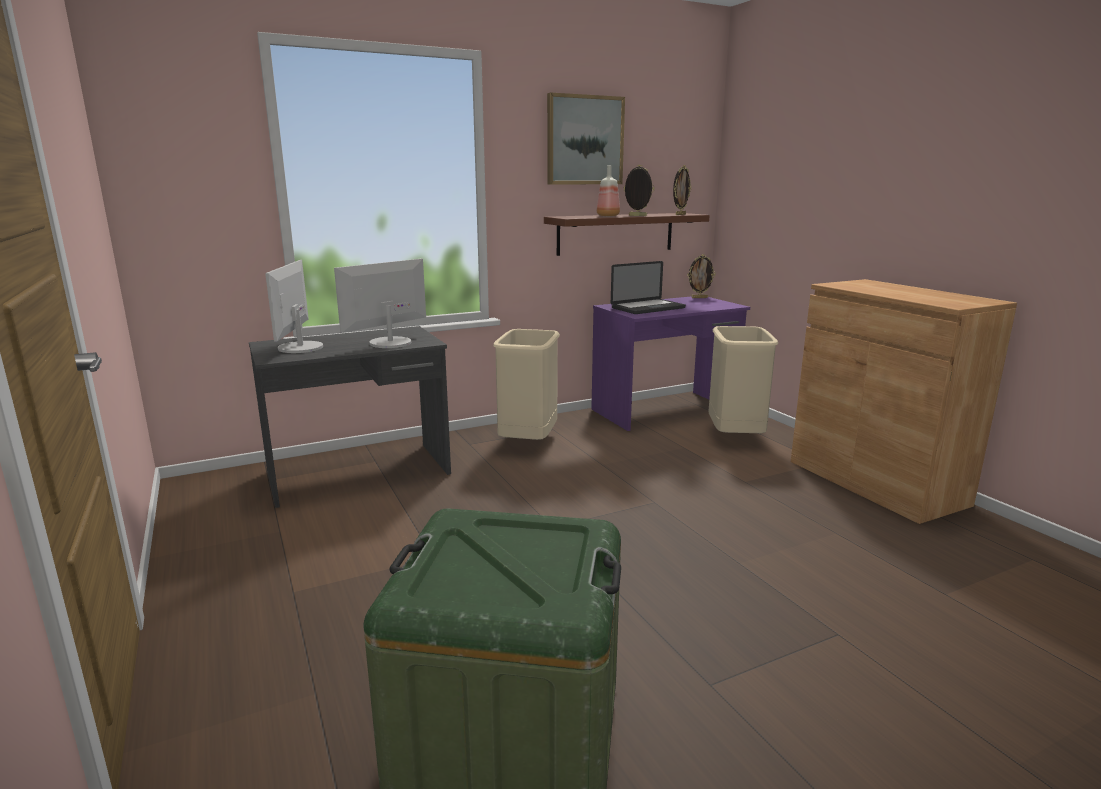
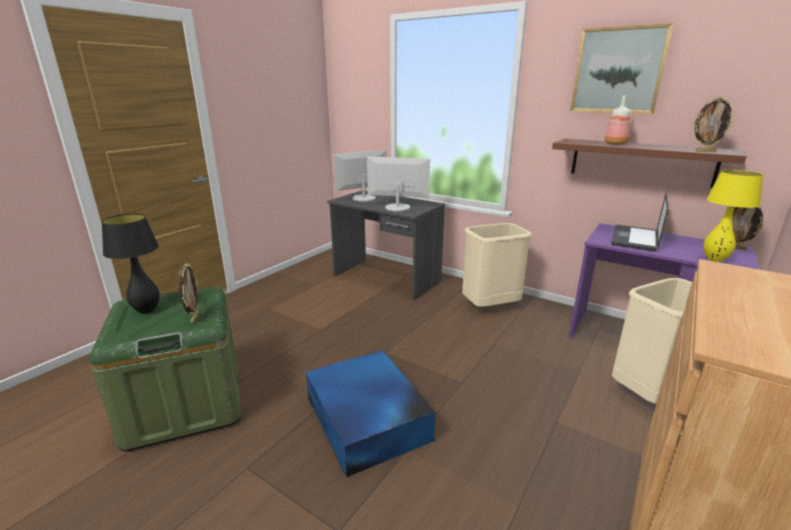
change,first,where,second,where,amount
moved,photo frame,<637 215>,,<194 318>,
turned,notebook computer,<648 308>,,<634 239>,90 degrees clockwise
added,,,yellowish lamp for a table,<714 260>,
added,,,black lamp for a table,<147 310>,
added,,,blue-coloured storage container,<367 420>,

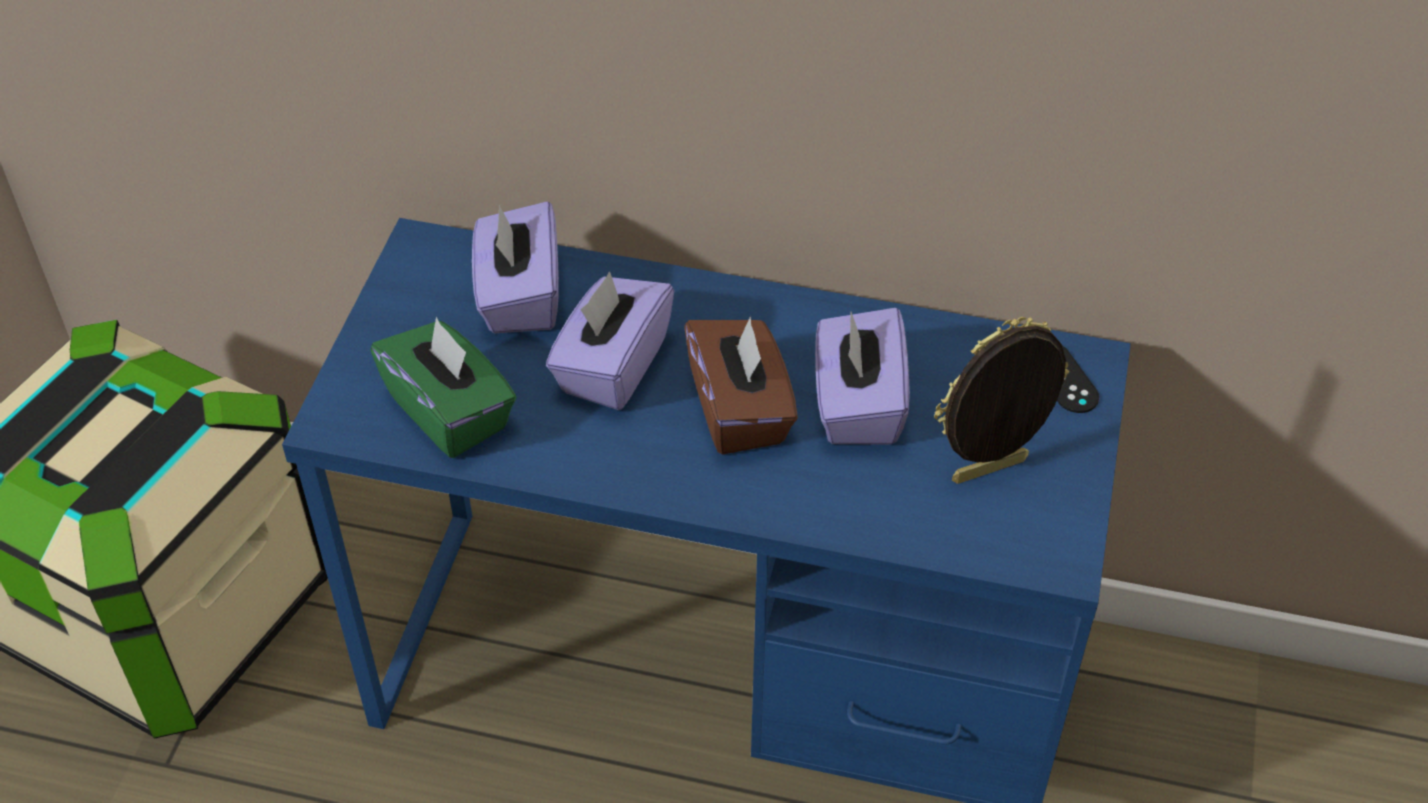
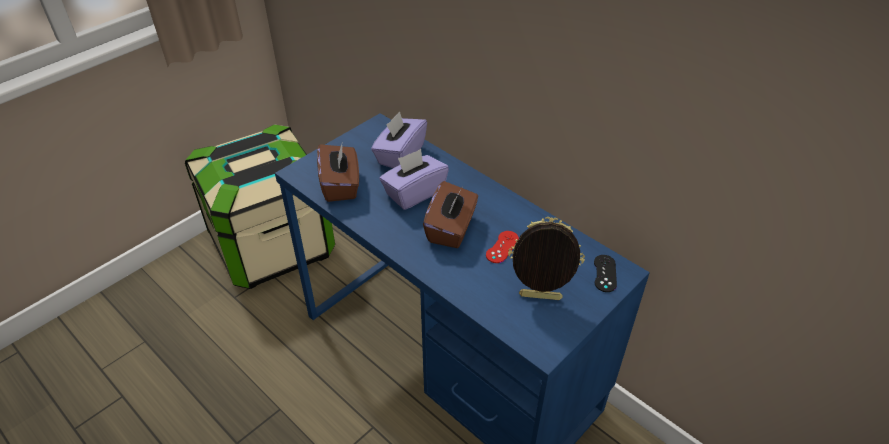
change,first,where,second,where,amount
replaced,purple box of tissues,<857 405>,red gamepad,<502 247>,
recoloured,green-coloured box of tissues,<450 412>,brown box of tissues,<341 185>,

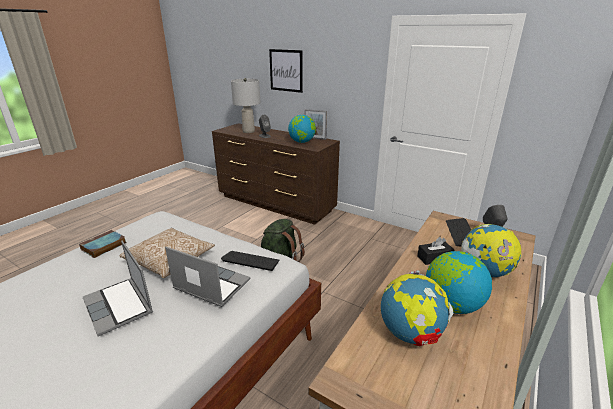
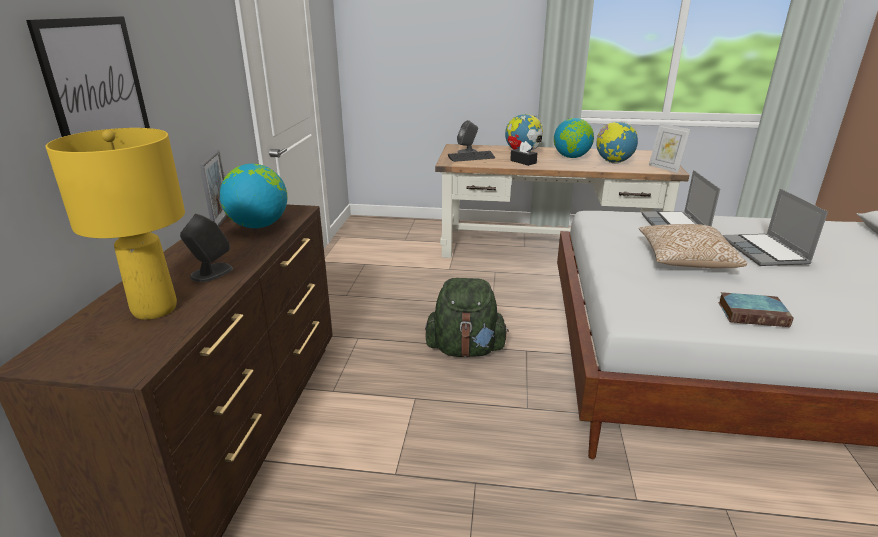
change,first,where,second,where,amount
recoloured,grey lamp for a table,<248 131>,yellowish lamp for a table,<155 309>,
turned,notebook computer,<119 306>,,<765 252>,150 degrees clockwise
removed,PC keyboard,<250 261>,,,
added,,,photo frame,<665 168>,

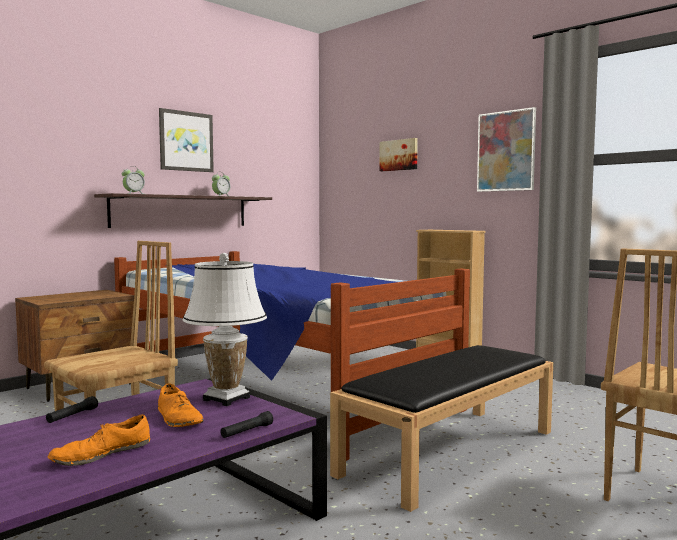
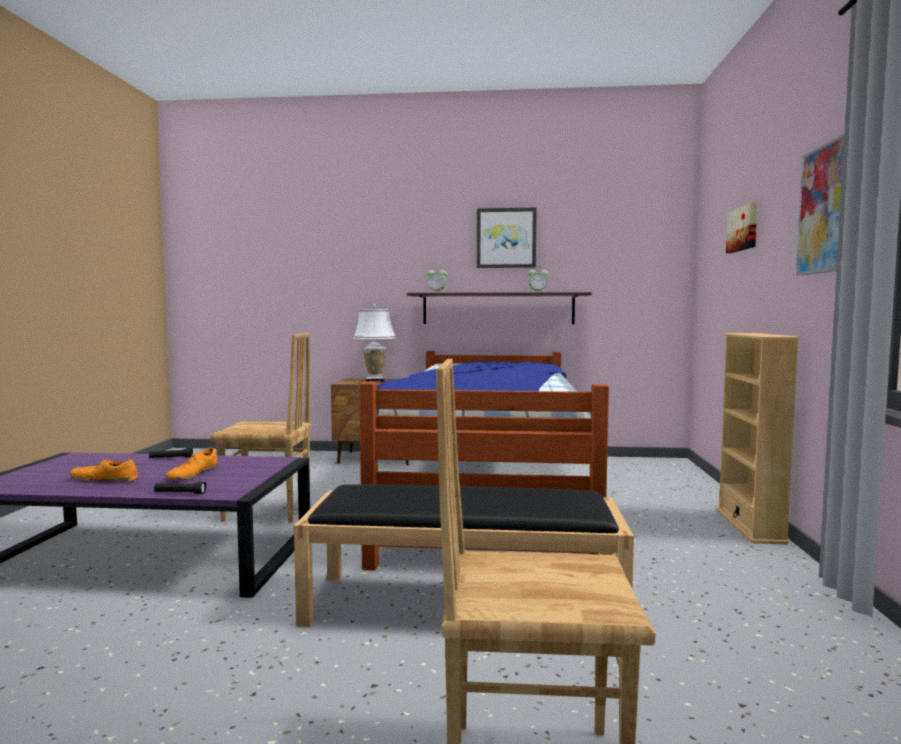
change,first,where,second,where,amount
moved,white lamp for a table,<226 399>,,<375 381>,

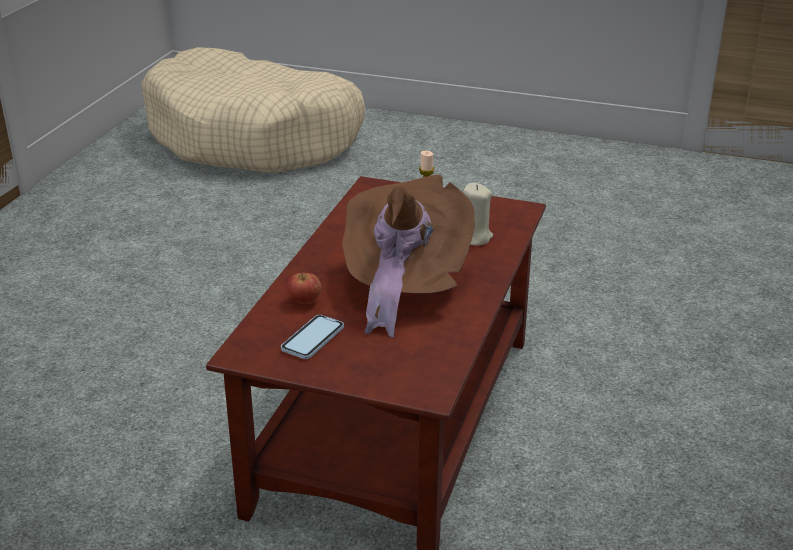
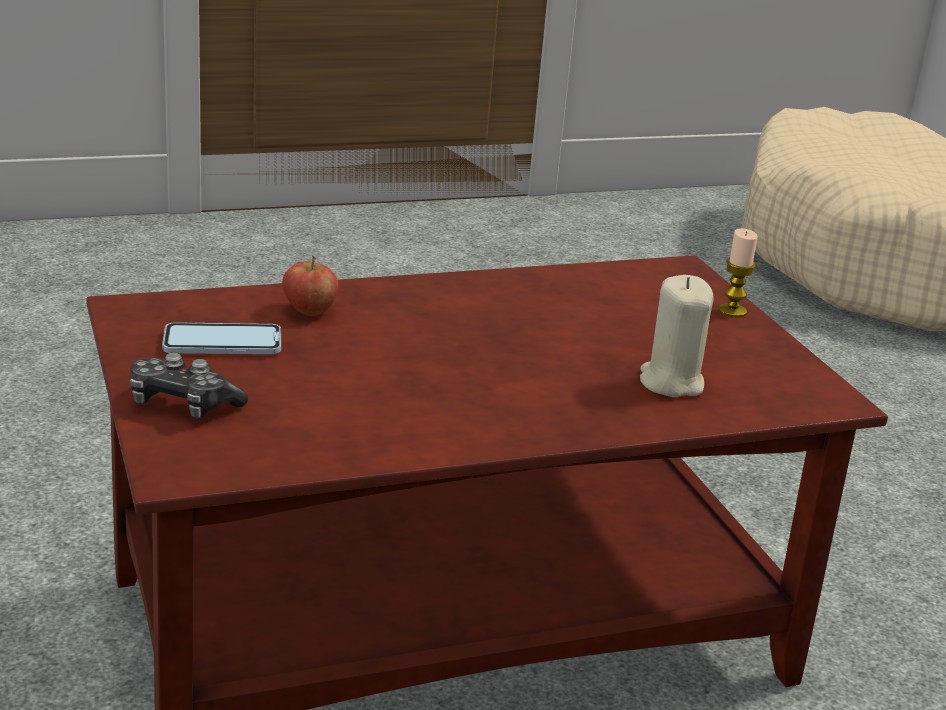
change,first,where,second,where,amount
removed,brown clothing hat,<403 285>,,,
added,,,gamepad,<182 404>,

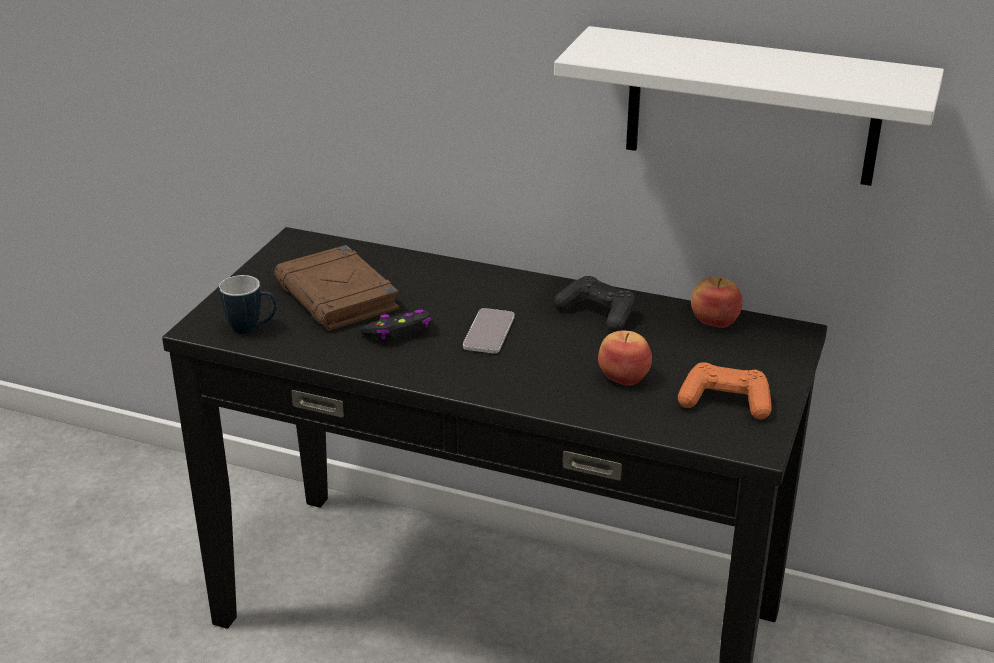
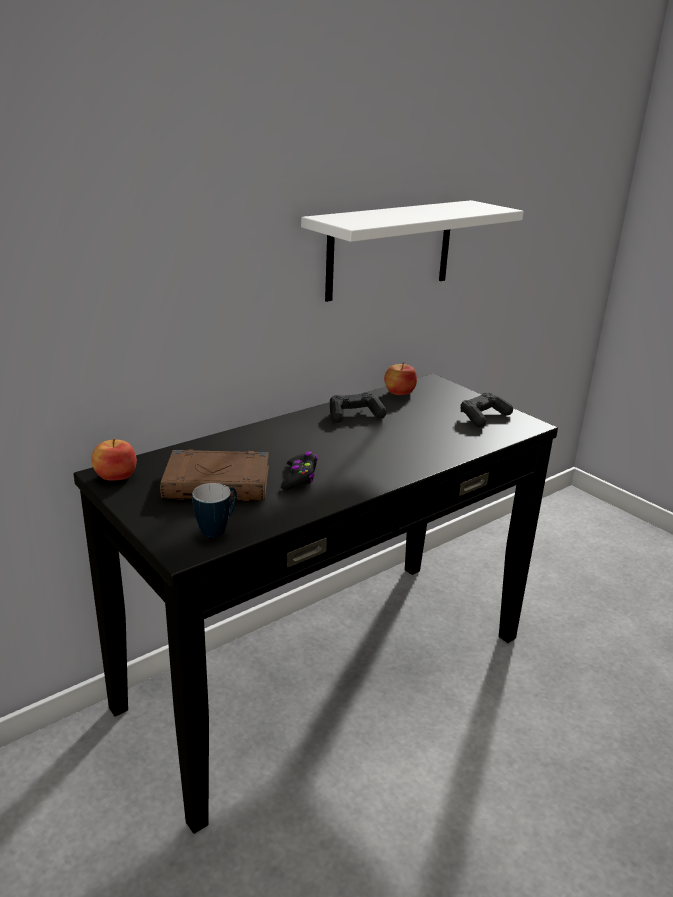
change,first,where,second,where,amount
removed,telephone,<489 332>,,,
moved,apple,<624 376>,,<115 476>,
recoloured,orangey gamepad,<725 402>,black gamepad,<483 417>,

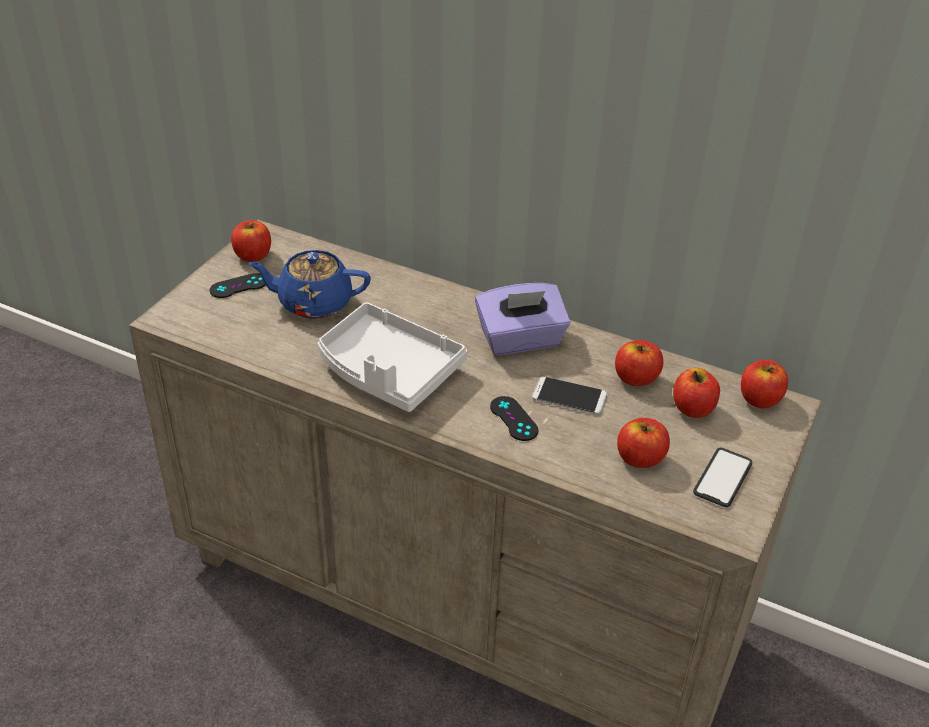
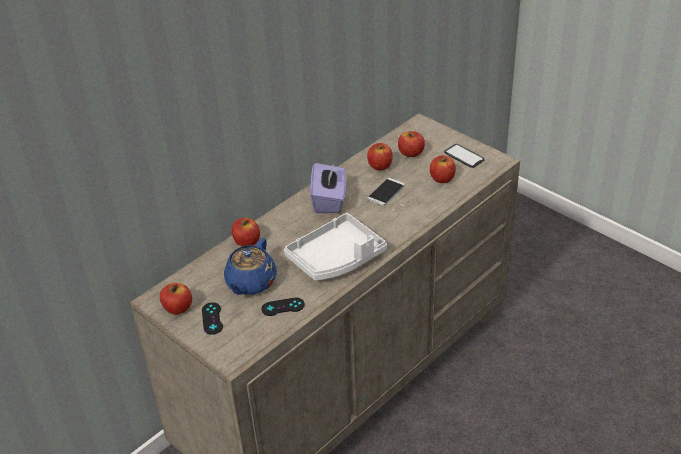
change,first,where,second,where,amount
moved,apple,<759 399>,,<247 242>,
moved,black gamepad,<513 419>,,<283 307>,

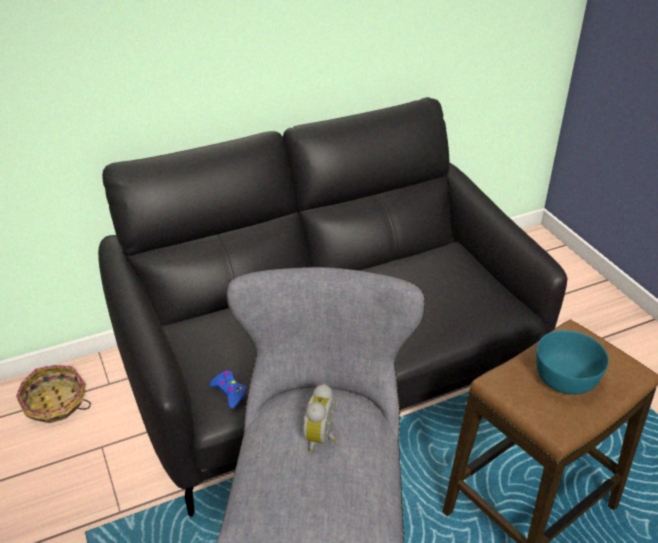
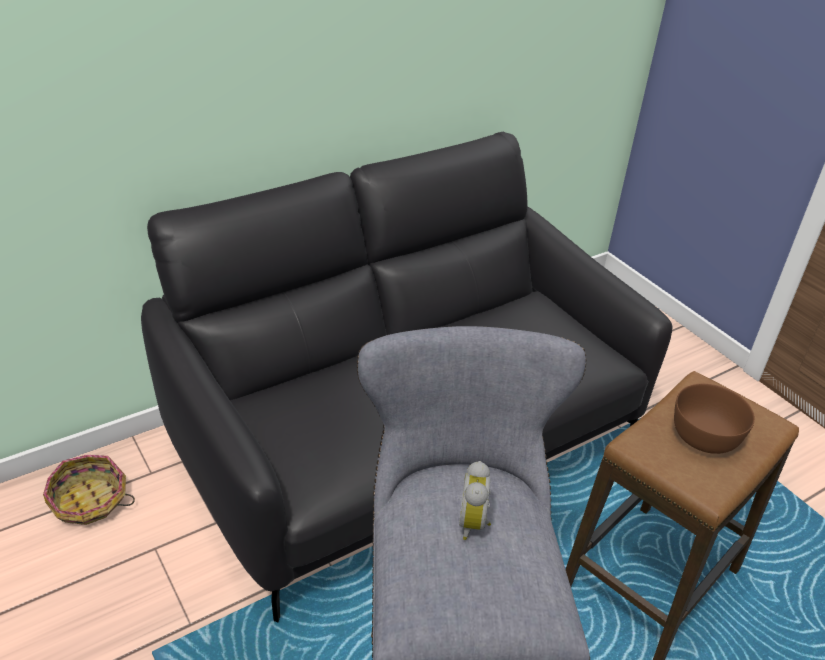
change,first,where,second,where,amount
recoloured,blue-green serving bowl,<566 378>,brown serving bowl,<705 436>,
removed,blue-coloured gamepad,<229 392>,,,

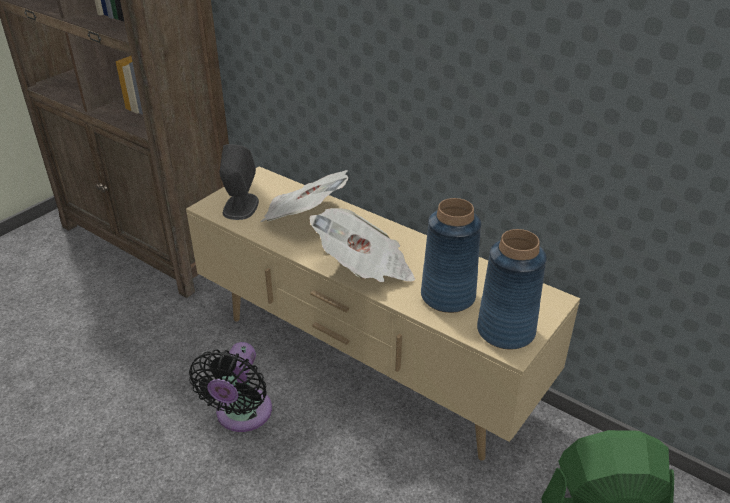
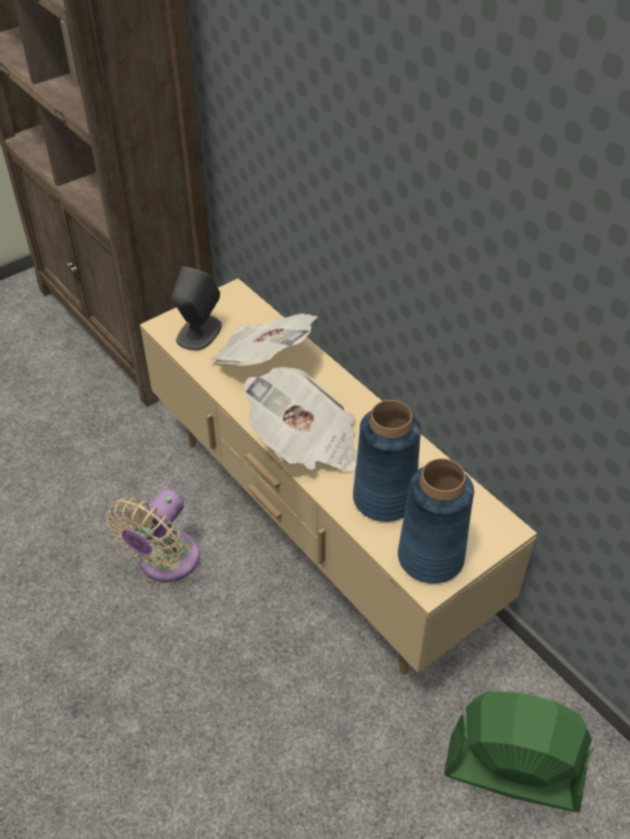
change,first,where,second,where,amount
recoloured,black cooling fan,<241 415>,beige-coloured cooling fan,<165 562>,

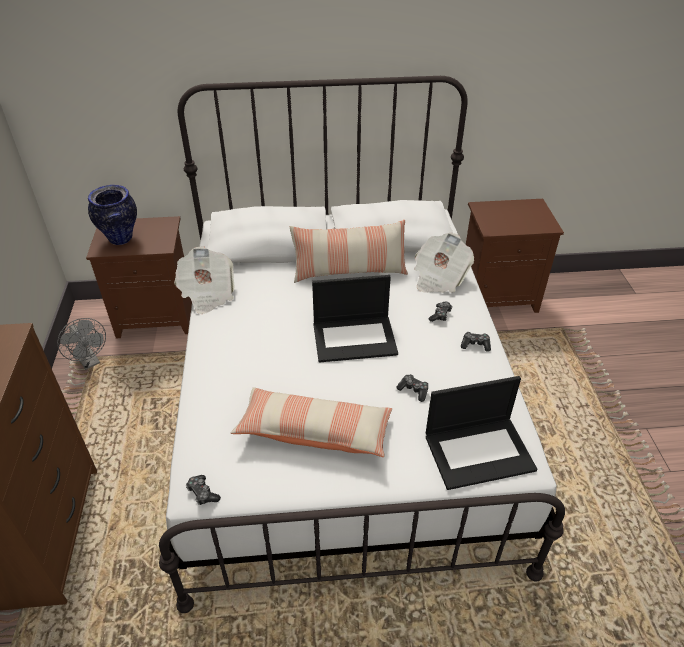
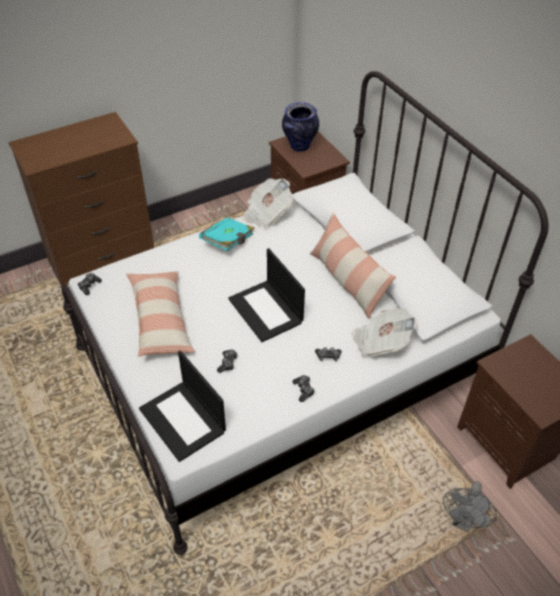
change,first,where,second,where,amount
moved,grey cooling fan,<90 362>,,<463 521>,
added,,,blue-green volume,<228 242>,

